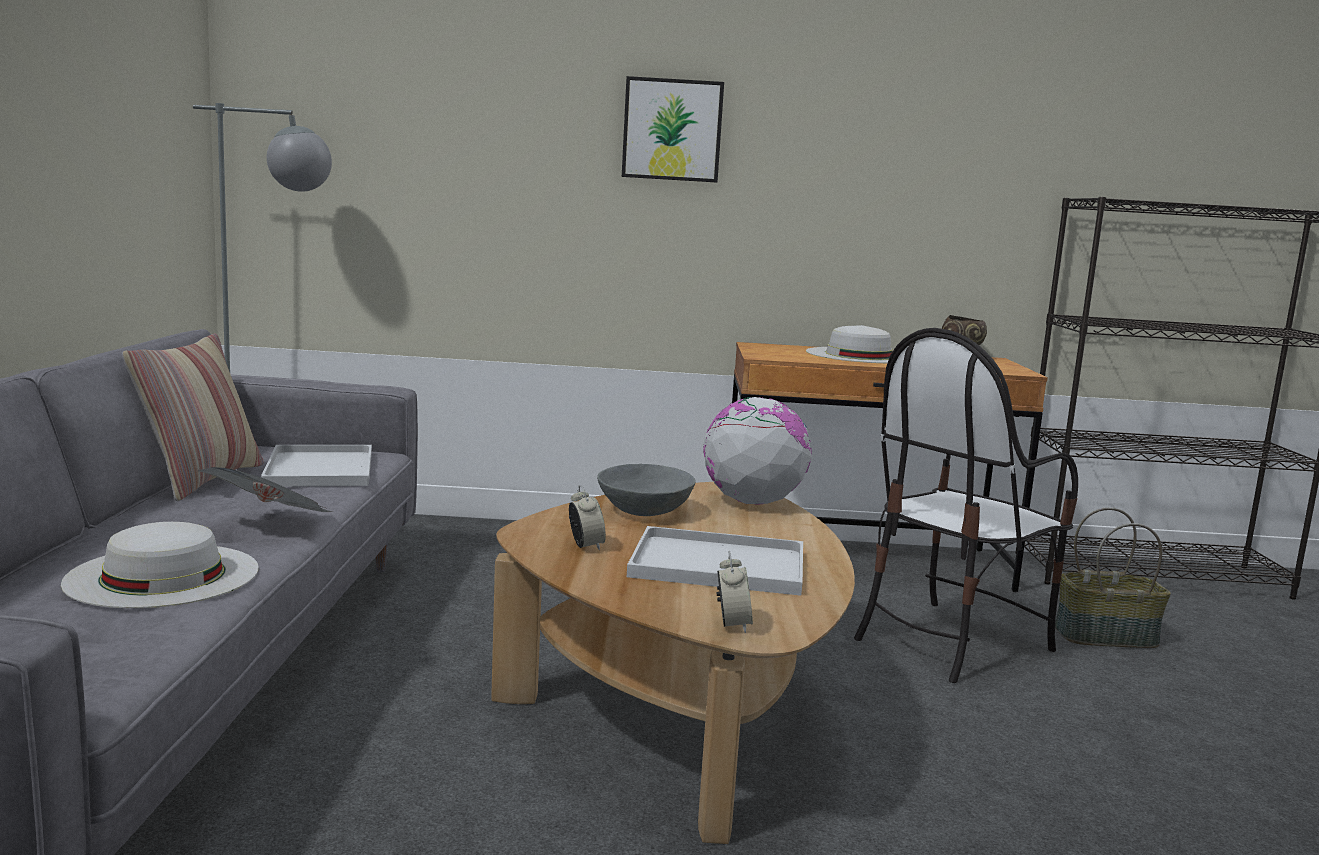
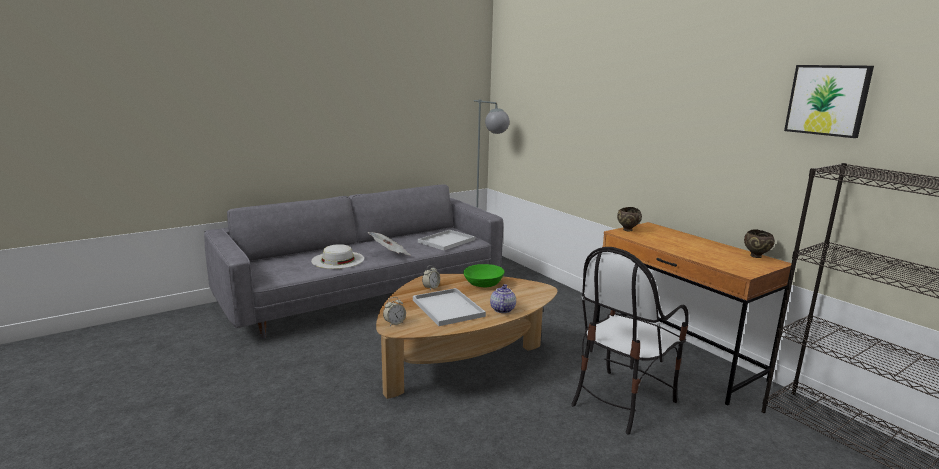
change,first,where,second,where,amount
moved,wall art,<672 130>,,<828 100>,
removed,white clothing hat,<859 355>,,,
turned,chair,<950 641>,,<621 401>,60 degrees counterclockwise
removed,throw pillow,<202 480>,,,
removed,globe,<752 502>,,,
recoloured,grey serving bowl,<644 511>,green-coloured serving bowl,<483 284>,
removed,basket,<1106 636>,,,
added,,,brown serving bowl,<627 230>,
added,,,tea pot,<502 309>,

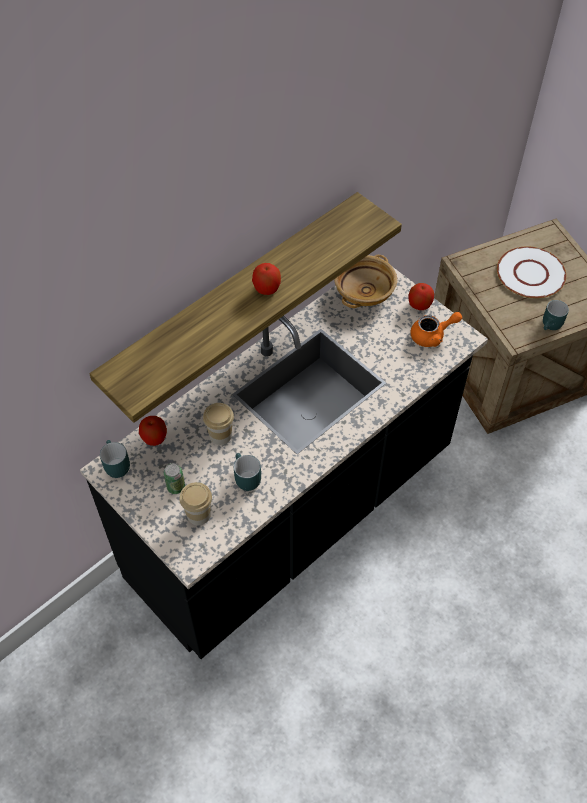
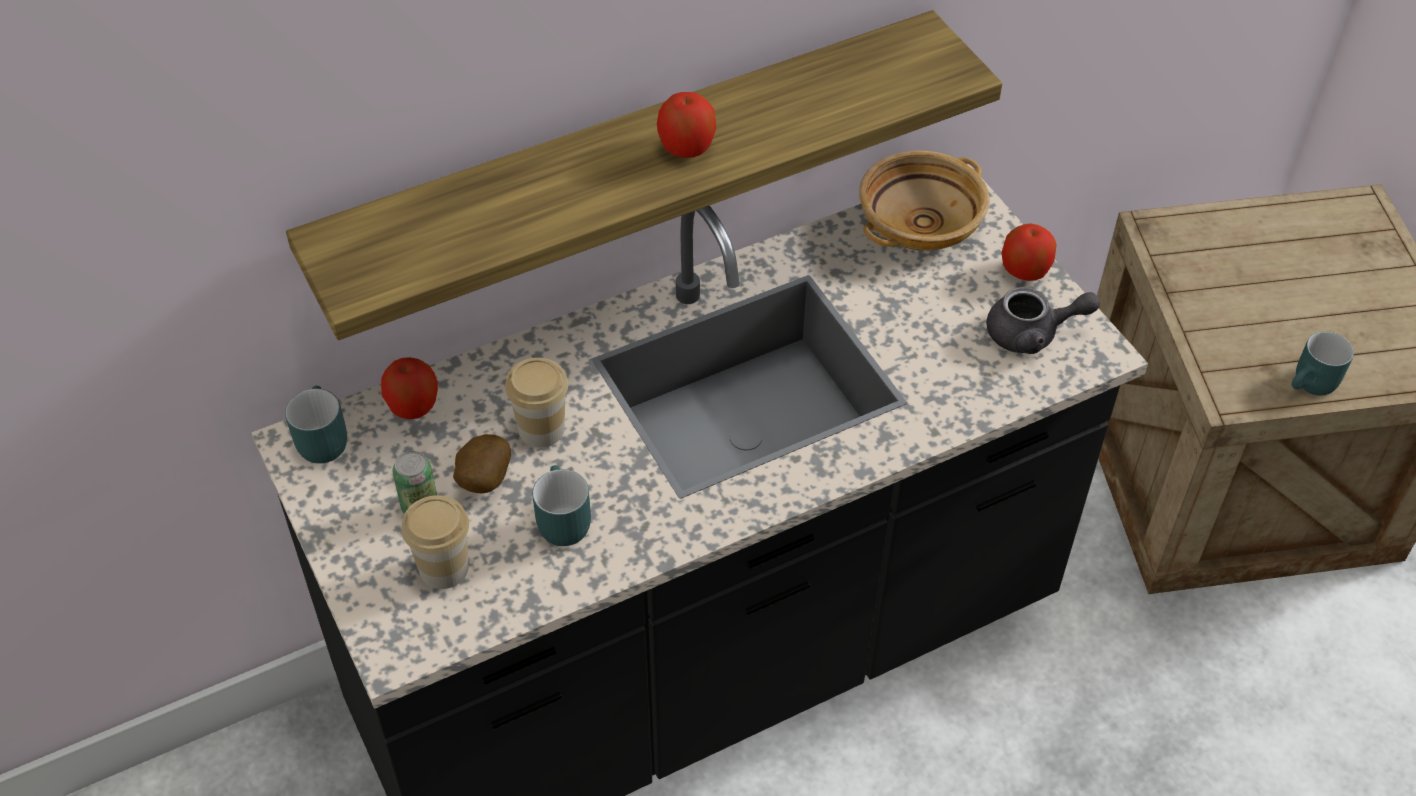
change,first,where,second,where,amount
removed,white dinner plate,<531 273>,,,
recoloured,orangey tea pot,<432 336>,grey tea pot,<1032 334>,
added,,,whole potato,<482 481>,

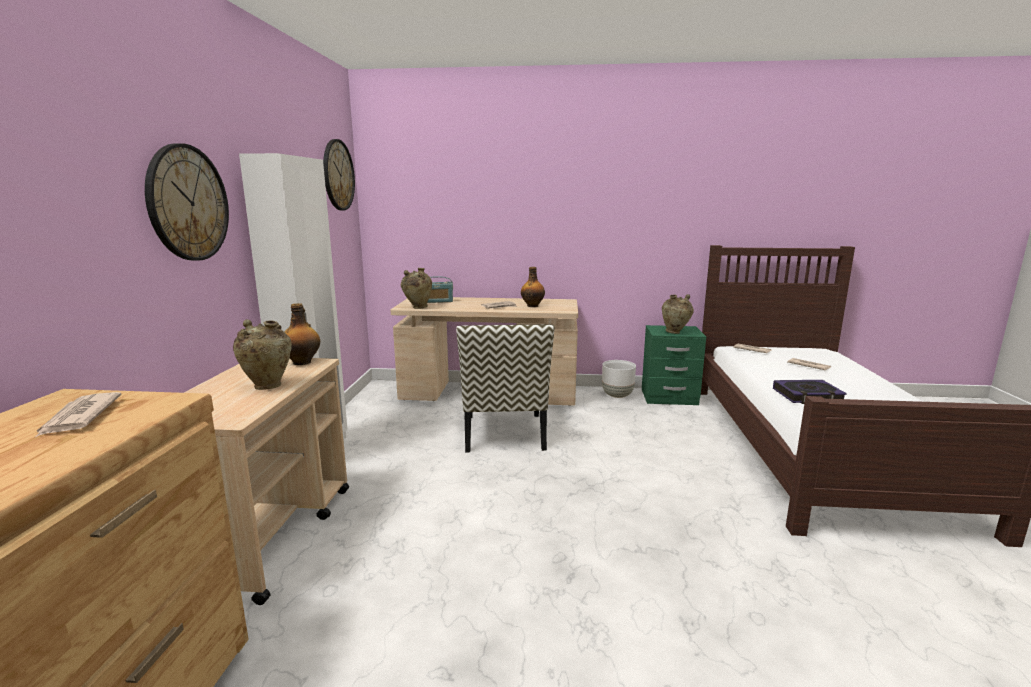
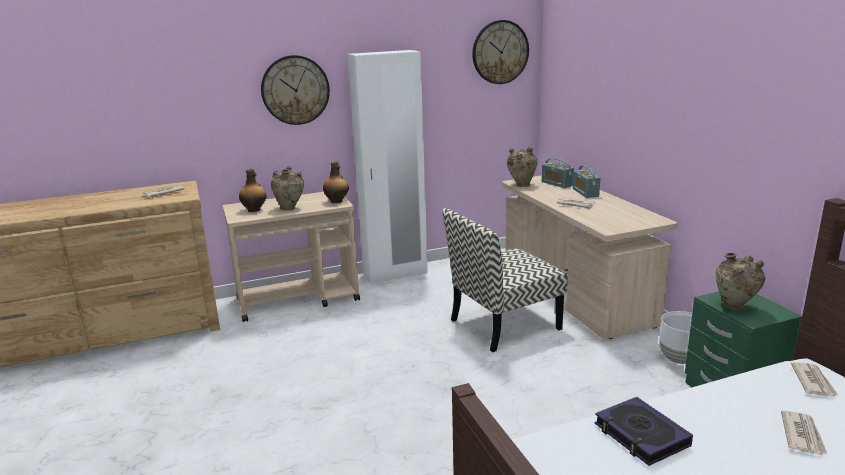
change,first,where,second,where,amount
moved,beverage bottle,<533 306>,,<254 210>,
added,,,radio set,<585 193>,

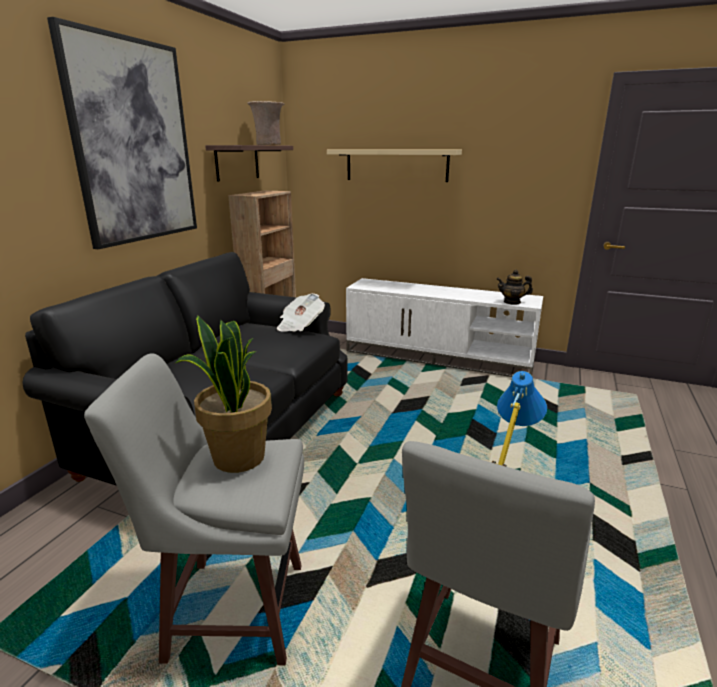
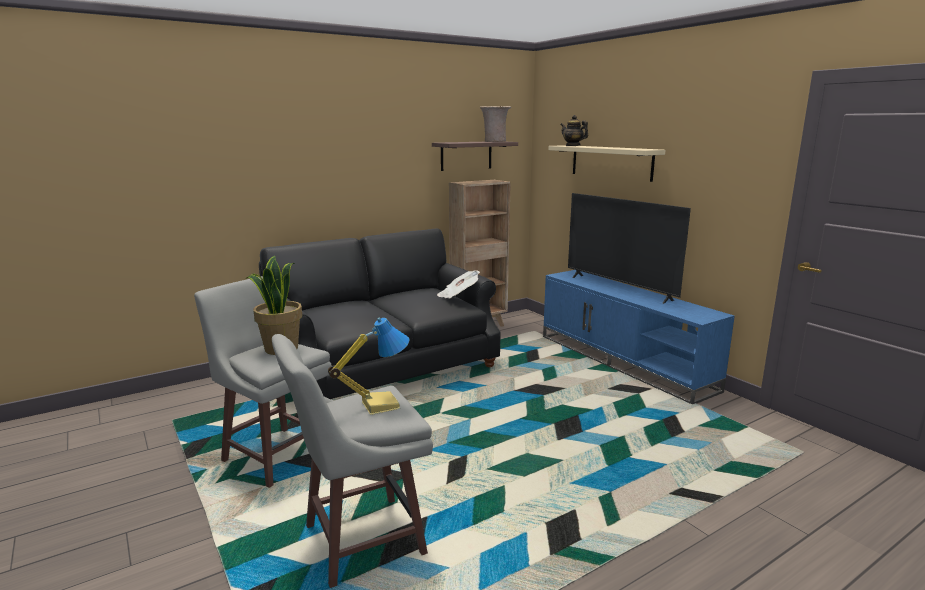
change,first,where,second,where,amount
removed,wall art,<133 143>,,,
moved,tea pot,<512 302>,,<573 146>,
recoloured,white tv stand,<439 357>,blue-coloured tv stand,<624 362>,
added,,,TV set,<619 288>,

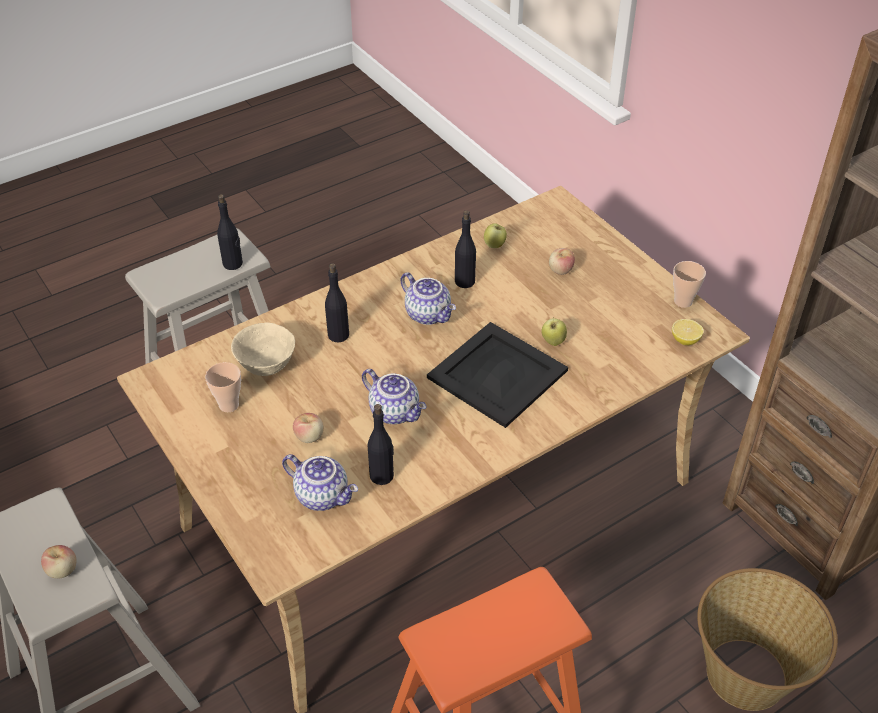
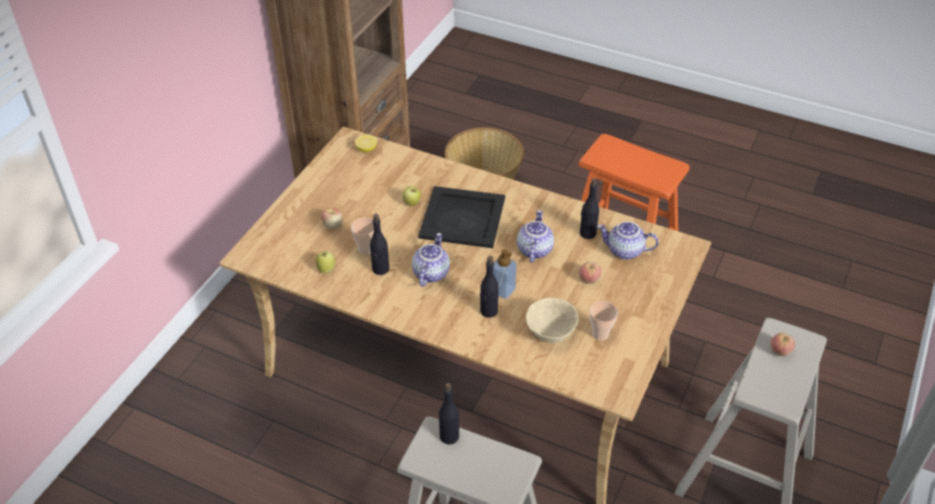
change,first,where,second,where,amount
moved,cup,<683 301>,,<366 249>,
turned,tea pot,<323 495>,,<624 251>,75 degrees counterclockwise
added,,,liquid soap bottle,<503 290>,

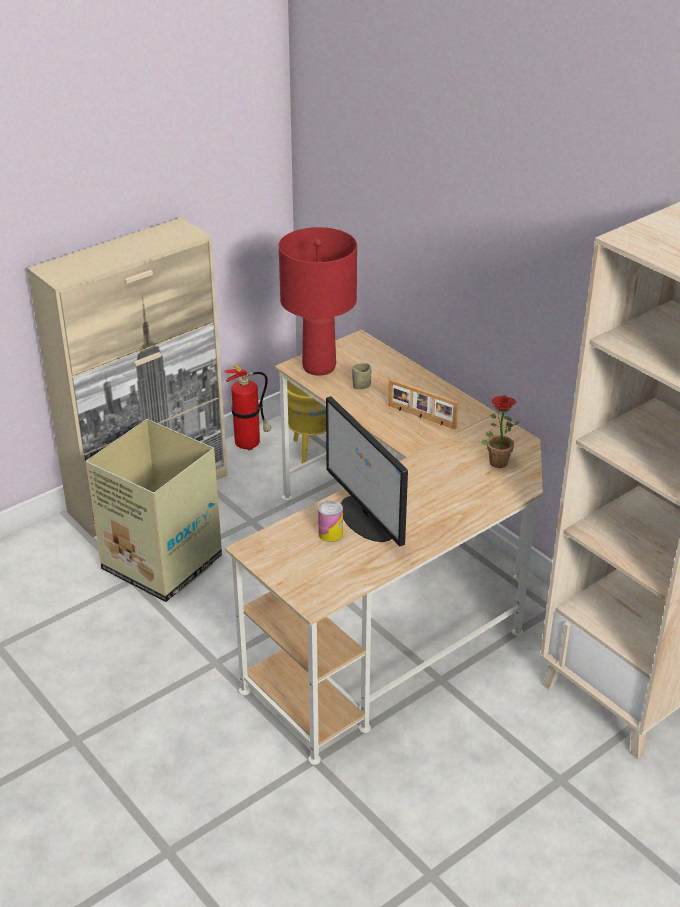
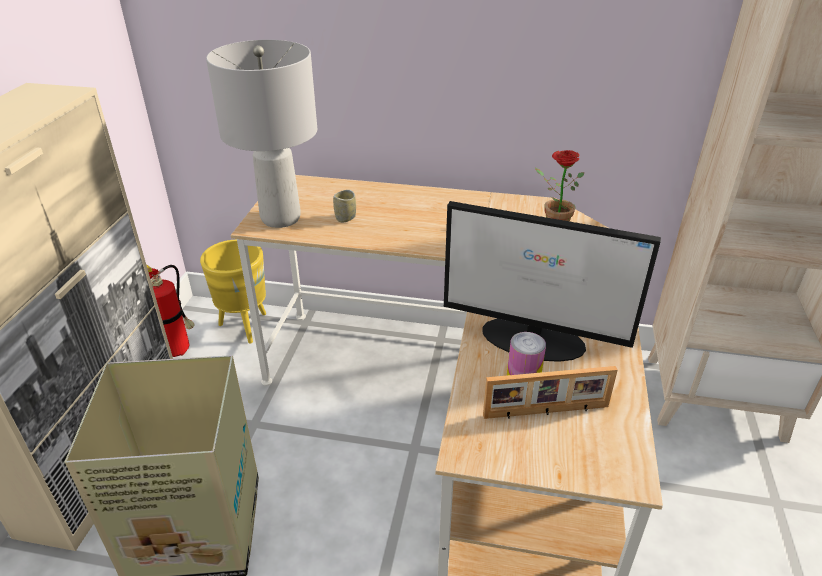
change,first,where,second,where,amount
recoloured,red lamp for a table,<318 367>,grey lamp for a table,<280 218>,
moved,photo frame,<421 417>,,<546 412>,

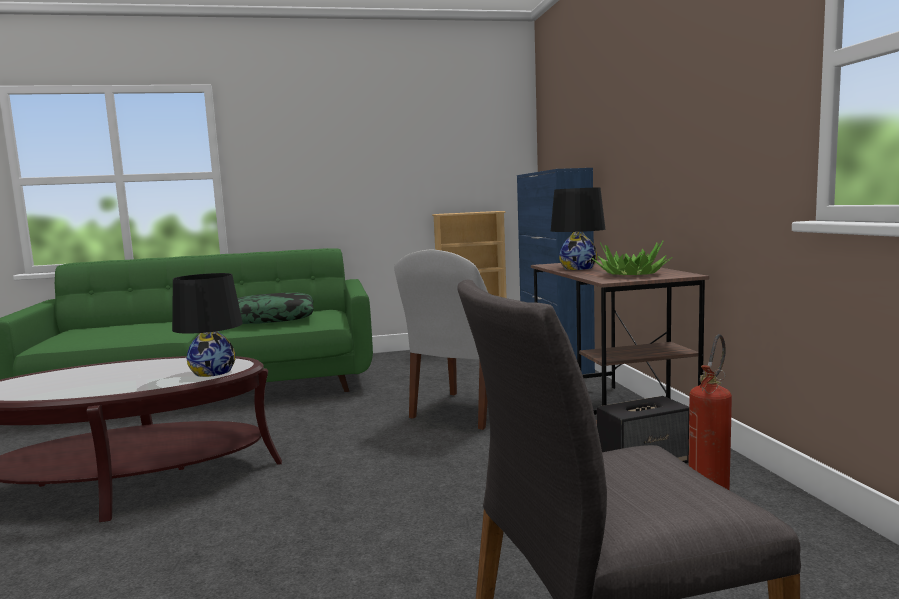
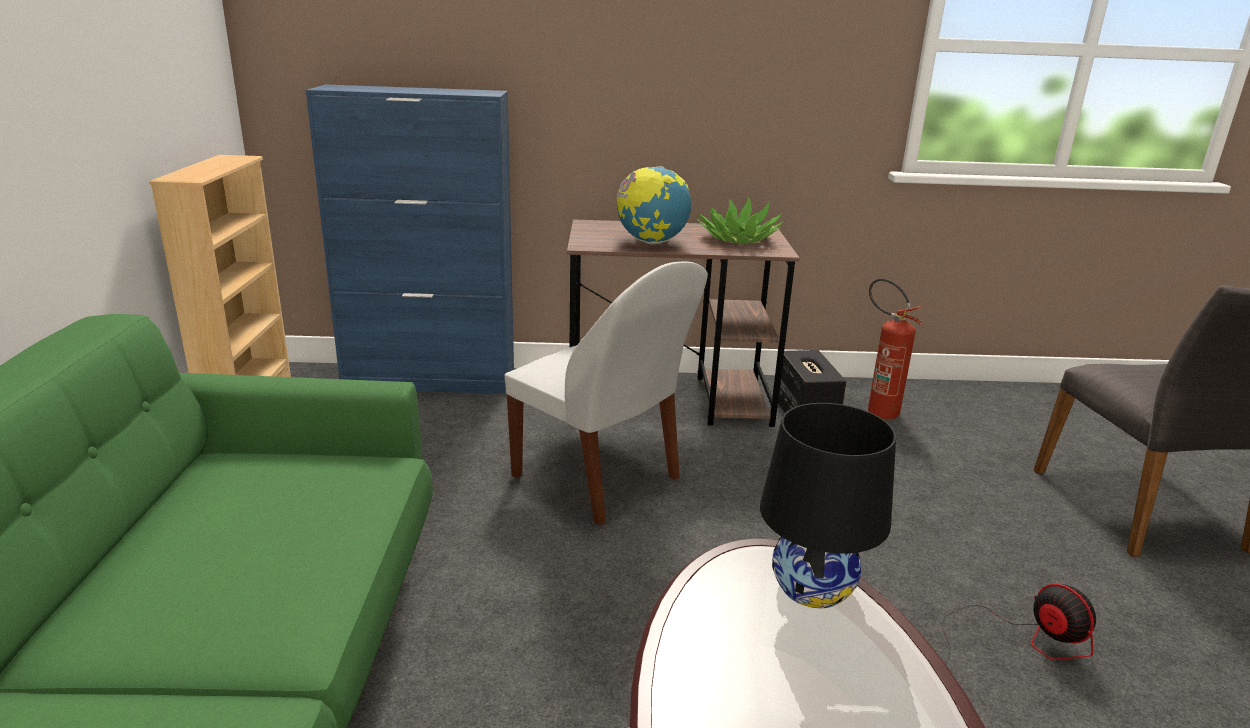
change,first,where,second,where,amount
replaced,black lamp for a table,<578 268>,globe,<651 242>,
removed,throw pillow,<271 318>,,,
added,,,cooling fan,<1020 640>,

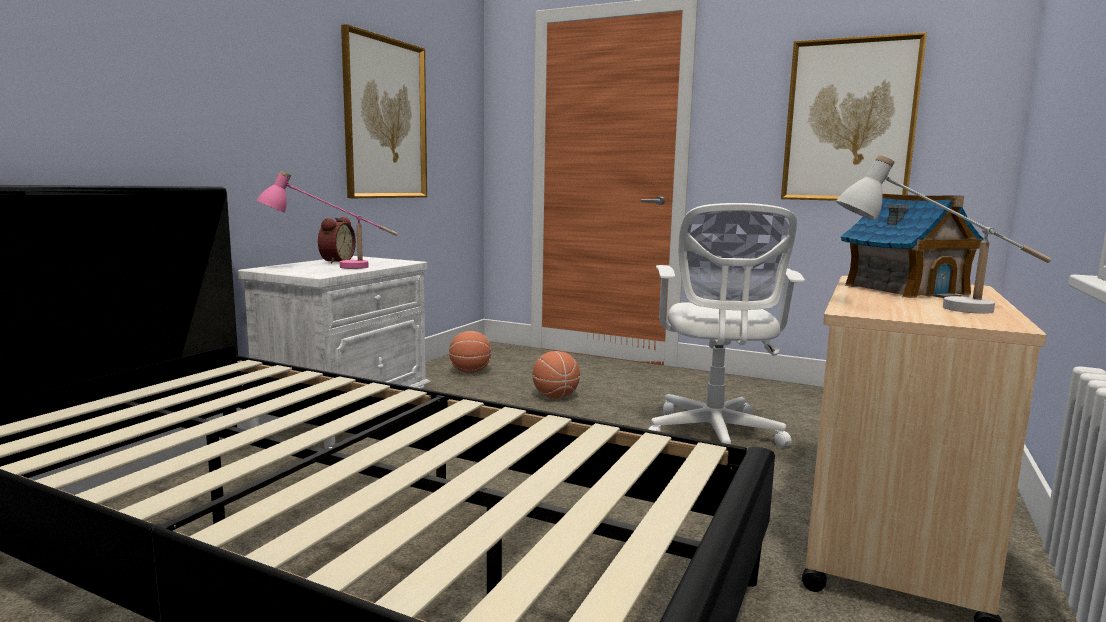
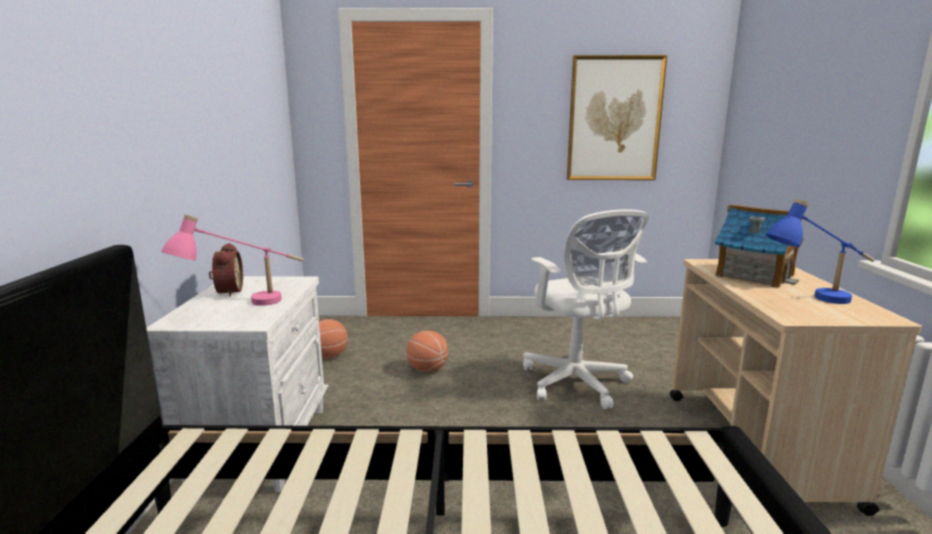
change,first,where,second,where,amount
removed,wall art,<385 119>,,,
recoloured,white lamp for a table,<933 308>,blue-coloured lamp for a table,<815 301>,

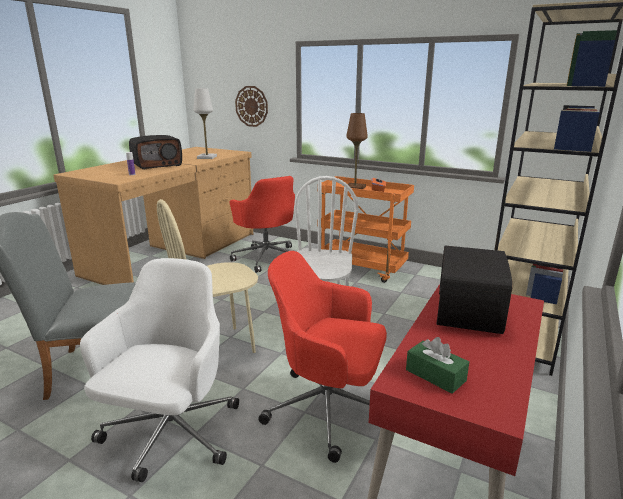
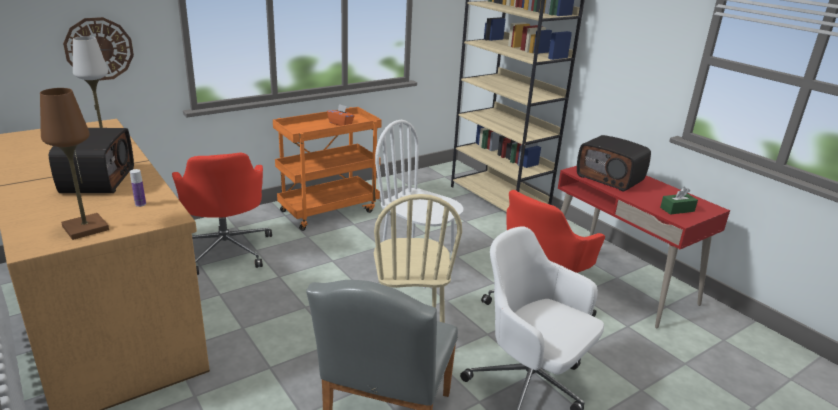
change,first,where,second,where,amount
moved,brown lamp for a table,<355 188>,,<86 228>,
turned,red desk chair,<266 257>,,<226 250>,75 degrees clockwise

